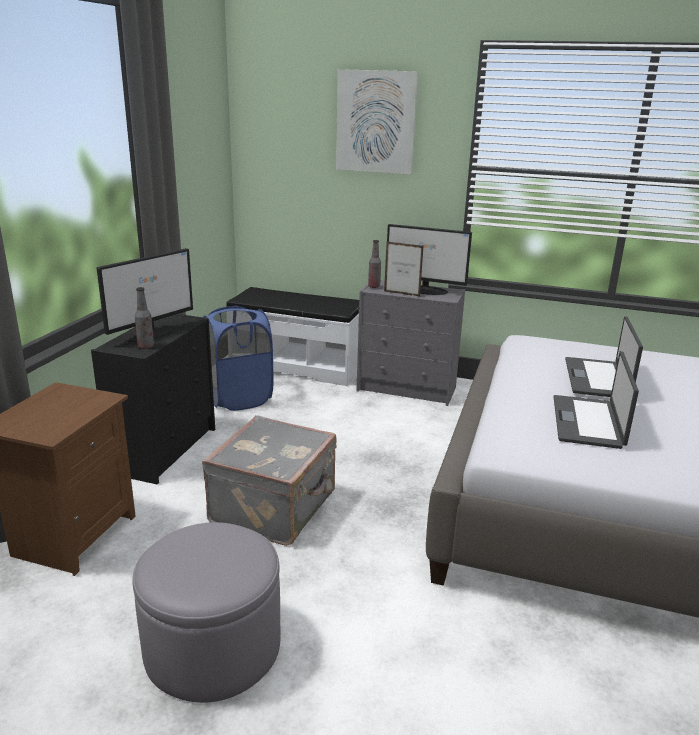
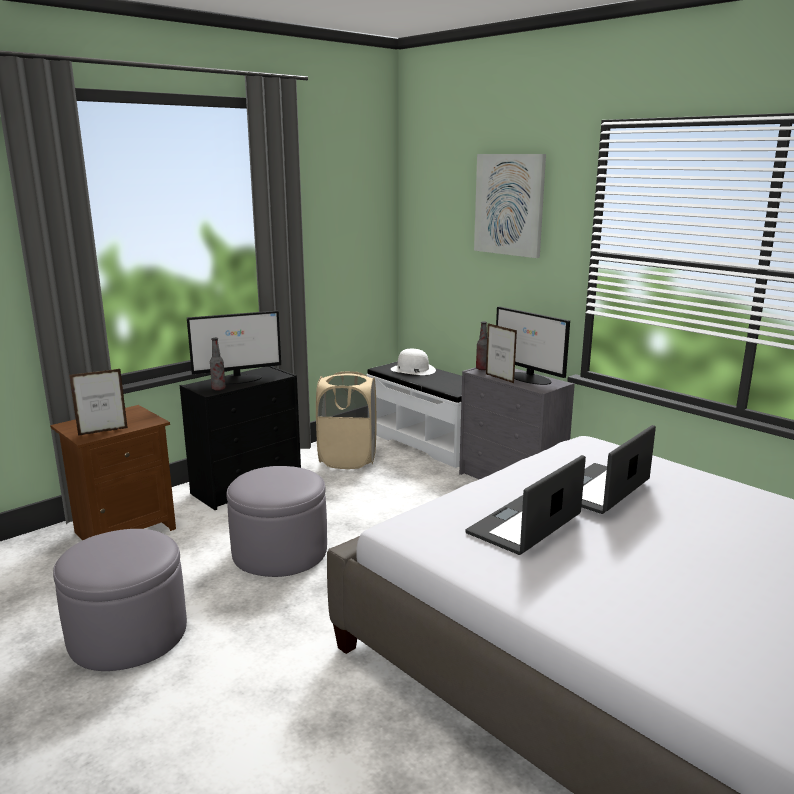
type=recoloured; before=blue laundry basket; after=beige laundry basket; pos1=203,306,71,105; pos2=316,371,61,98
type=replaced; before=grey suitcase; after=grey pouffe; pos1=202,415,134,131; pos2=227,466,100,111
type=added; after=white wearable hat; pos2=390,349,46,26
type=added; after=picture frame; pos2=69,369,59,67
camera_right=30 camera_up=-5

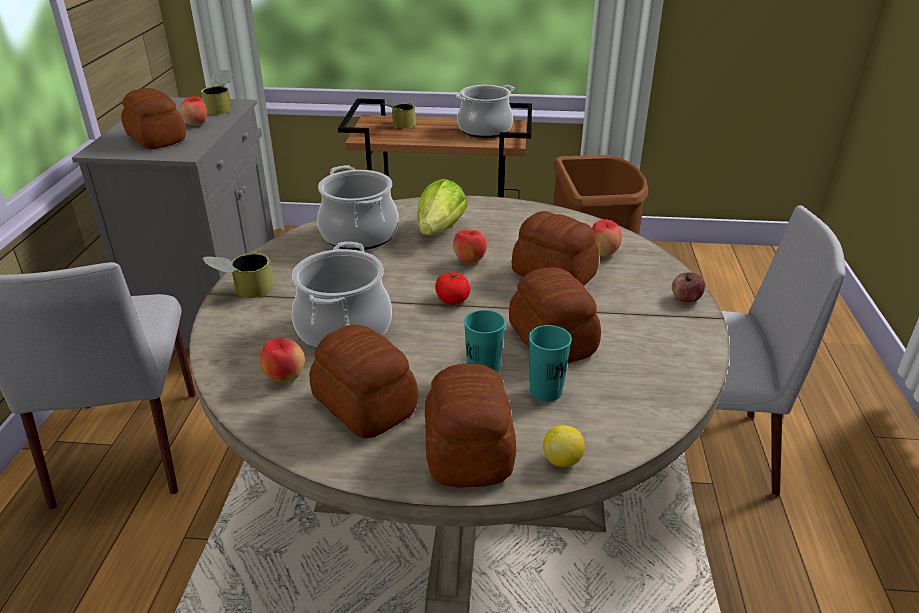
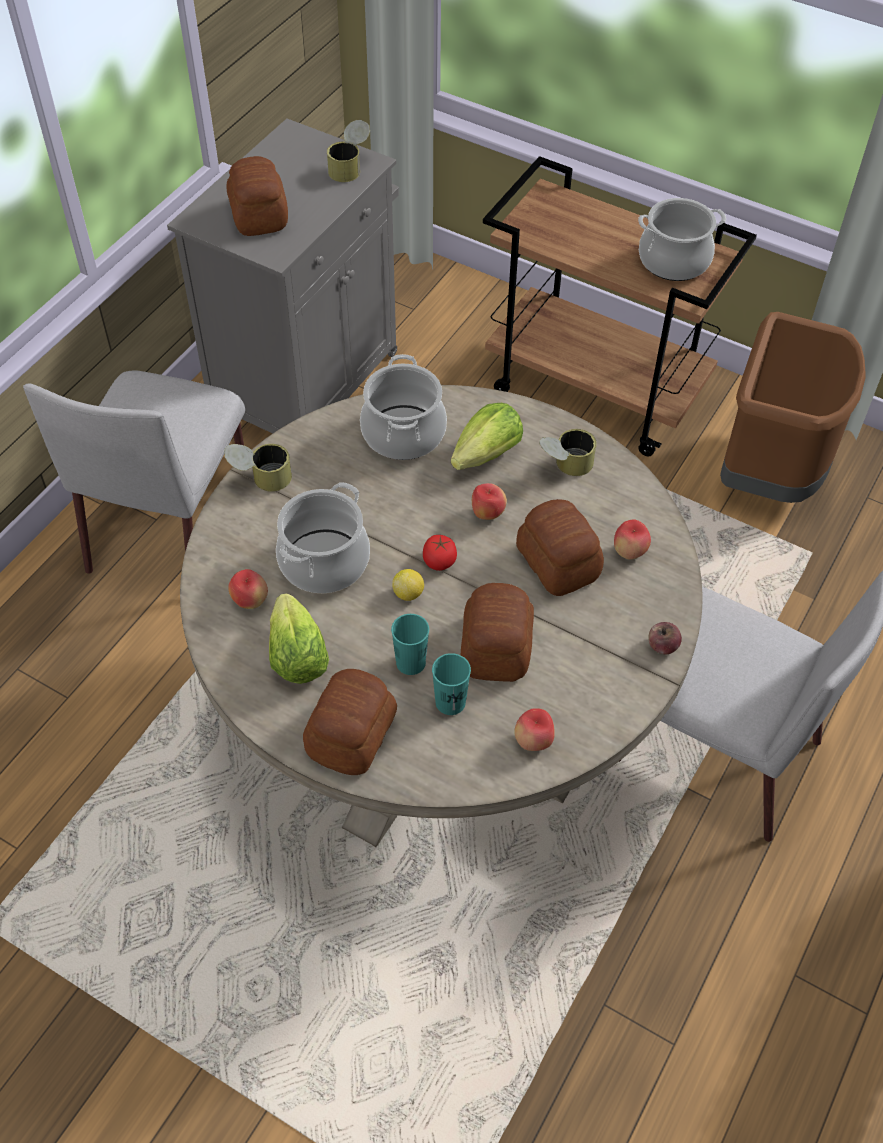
type=moved; before=whole apple; pos1=180,97,27,29; pos2=514,708,41,43
type=moved; before=can; pos1=384,103,32,25; pos2=539,429,58,47
type=replaced; before=bakery bread; after=lettuce; pos1=309,325,109,113; pos2=269,593,60,91
type=moved; before=citrus fruit; pos1=543,425,42,42; pos2=392,569,32,32
camera_right=25 camera_up=20

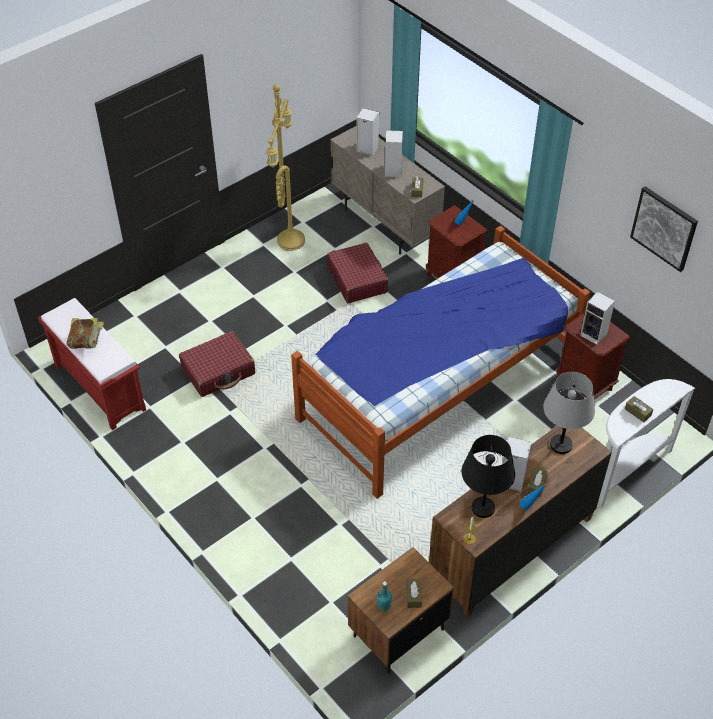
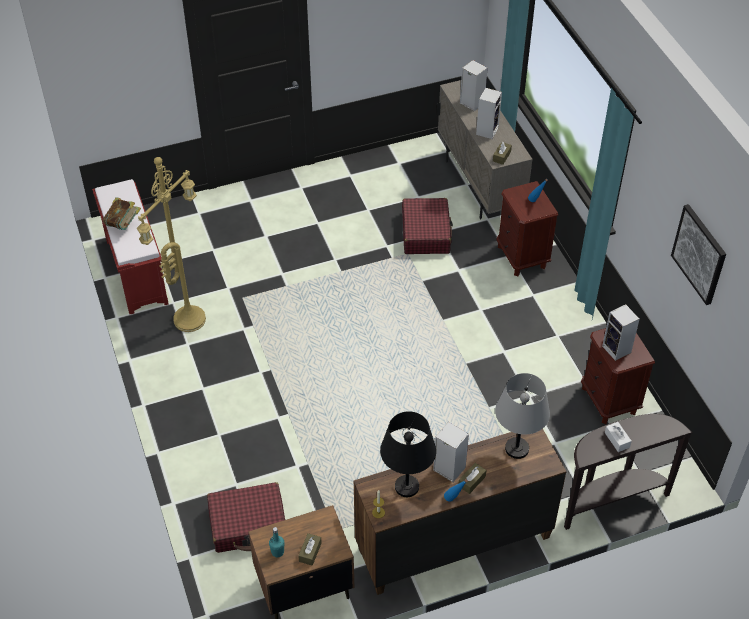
type=moved; before=yellow-coloured floor lamp; pos1=266,84,39,167; pos2=137,157,69,175
type=removed; before=bed; pos1=291,226,300,273
type=moved; before=reddish suitcase; pos1=179,331,76,66; pos2=207,482,78,71
type=recoloured; before=white narrow table; after=brown-coloured narrow table; pos1=598,379,97,128; pos2=564,414,129,116
type=recoloured; before=brown-coloured tissue box; after=white tissue box; pos1=625,396,28,26; pos2=605,422,27,30
camera_right=20 camera_up=0

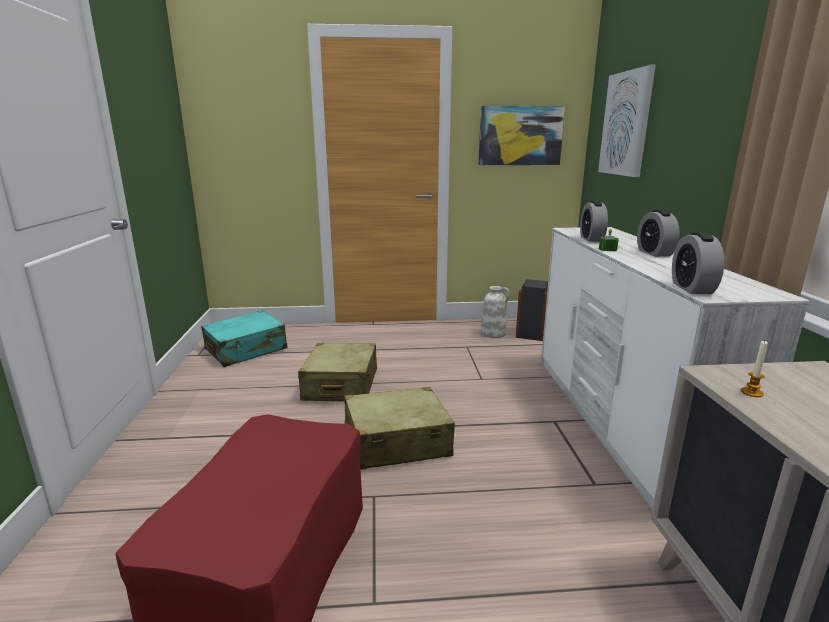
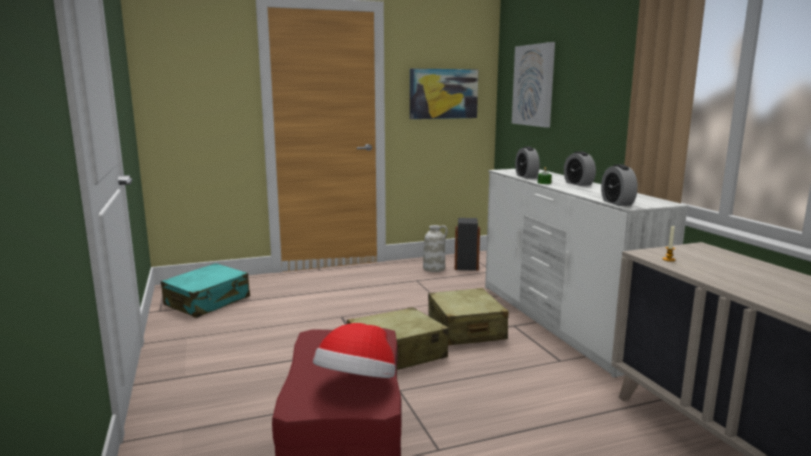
type=moved; before=beige suitcase; pos1=298,343,79,58; pos2=428,288,81,57
type=added; after=wearable hat; pos2=313,323,82,55
camera_right=-15 camera_up=-5

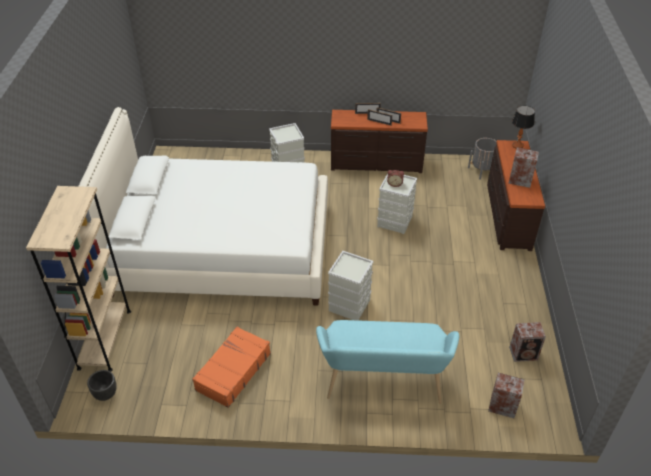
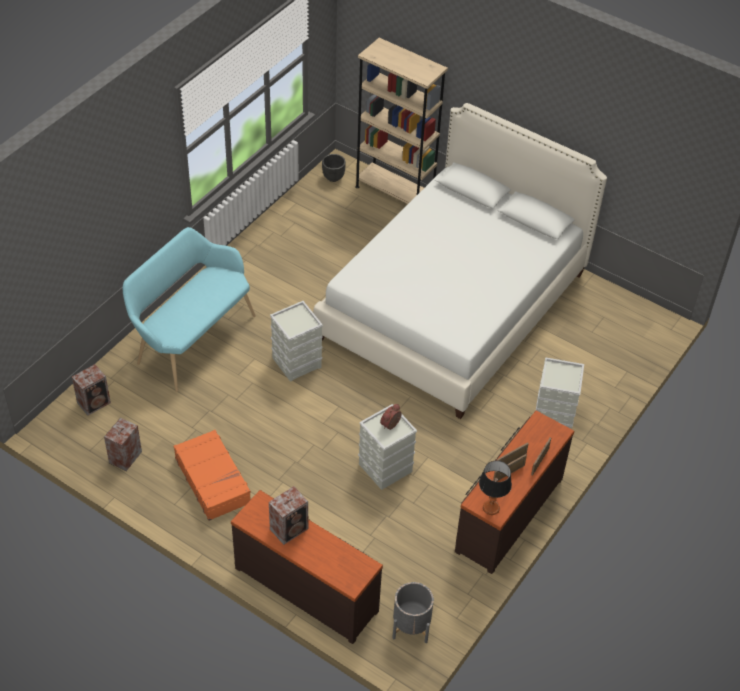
type=moved; before=lamp for a table; pos1=512,105,23,44; pos2=479,461,33,54
type=moved; before=orange suitcase; pos1=193,327,78,81; pos2=173,430,78,91
camera_right=120 camera_up=5

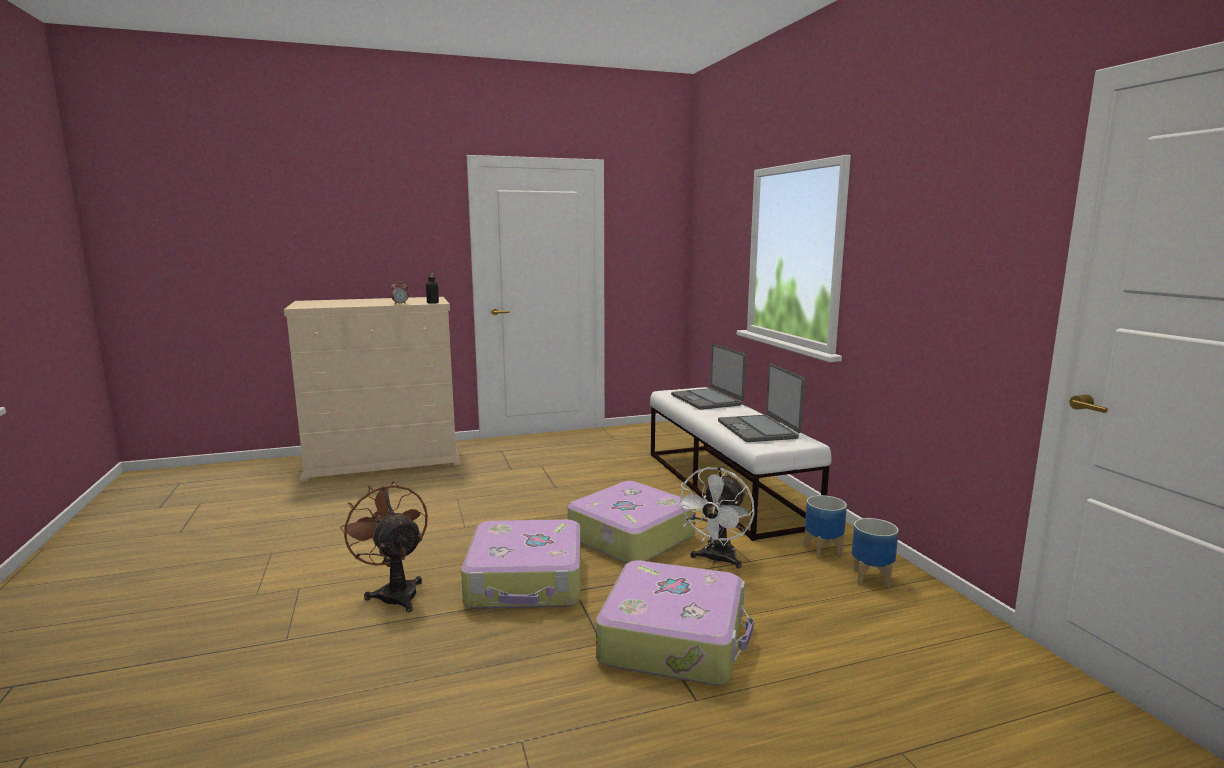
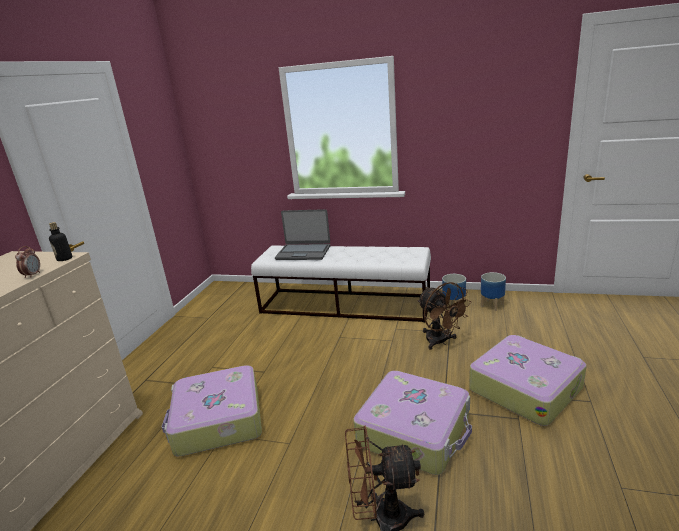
type=removed; before=laptop; pos1=718,363,87,79
type=recoloured; before=white cooling fan; after=brown-coloured cooling fan; pos1=675,467,80,102; pos2=417,282,55,68
type=moved; before=suitcase; pos1=567,481,129,83; pos2=162,365,100,92
camera_right=-55 camera_up=10

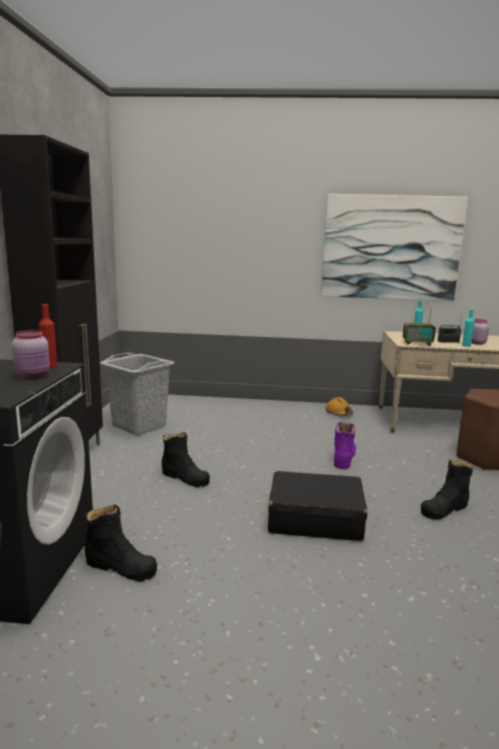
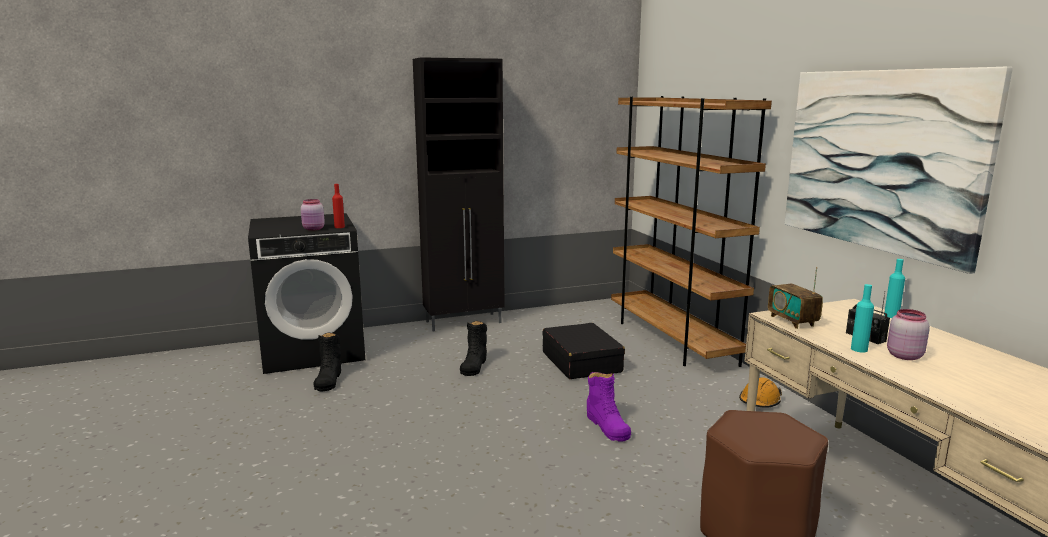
type=removed; before=grey laundry basket; pos1=100,352,74,83
type=turned; before=purplish boot; pos1=334,422,22,47; pos2=587,372,44,70; turn=75
type=removed; before=black boot; pos1=421,460,52,60
type=moved; before=black suitcase; pos1=268,471,99,70; pos2=542,323,83,56
type=added; after=brown-coloured bookcase; pos2=611,96,161,271
camera_right=65 camera_up=0

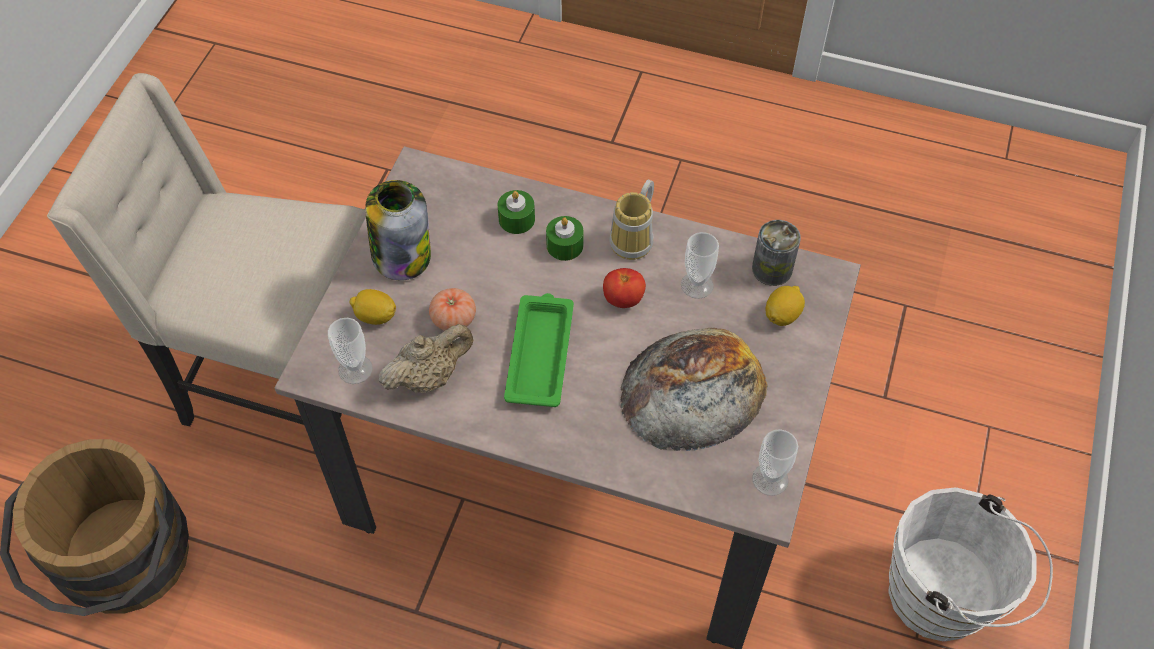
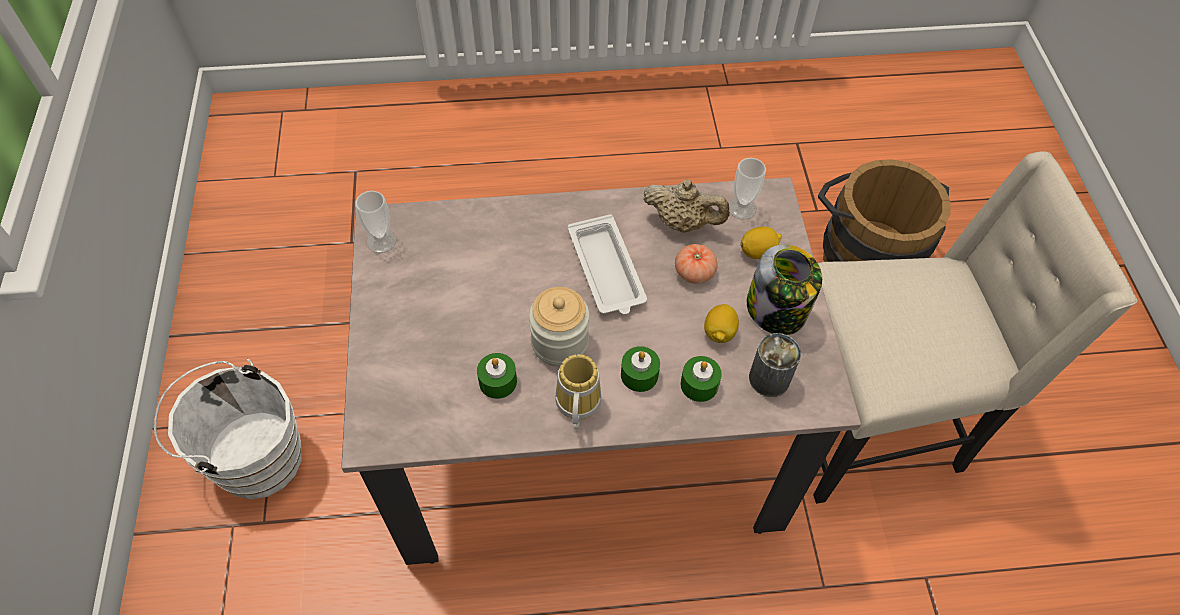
type=moved; before=can; pos1=752,220,49,66; pos2=749,333,52,64
type=replaced; before=drinking cup; after=green-coloured wax candle; pos1=681,232,38,67; pos2=477,353,40,46
type=replaced; before=fresh tomato; after=jar; pos1=603,268,43,40; pos2=529,287,61,80
type=moved; before=citrus fruit; pos1=765,286,40,40; pos2=704,304,35,39
type=recoloured; before=green-coloured serving tray; after=white serving tray; pos1=504,293,70,114; pos2=568,214,79,101
type=turned; before=beige pot for tea; pos1=379,324,94,69; pos2=643,179,87,54; turn=-105
type=removed; before=bakery bread; pos1=620,328,147,123
camera_right=155 camera_up=0

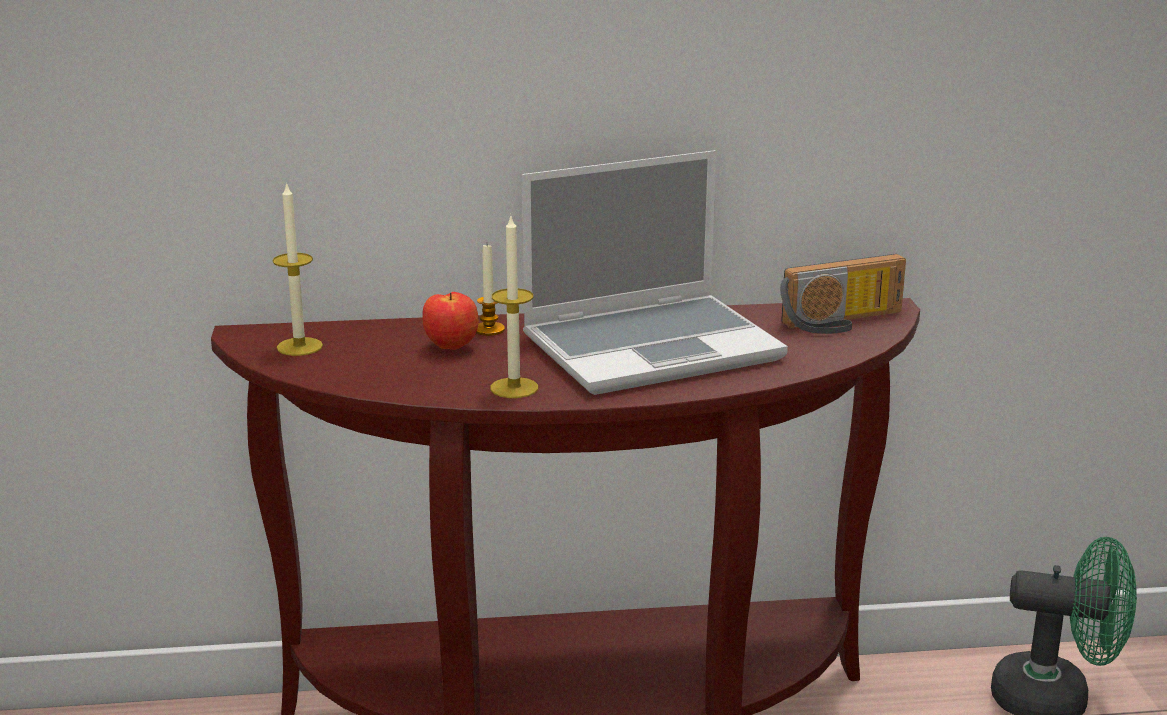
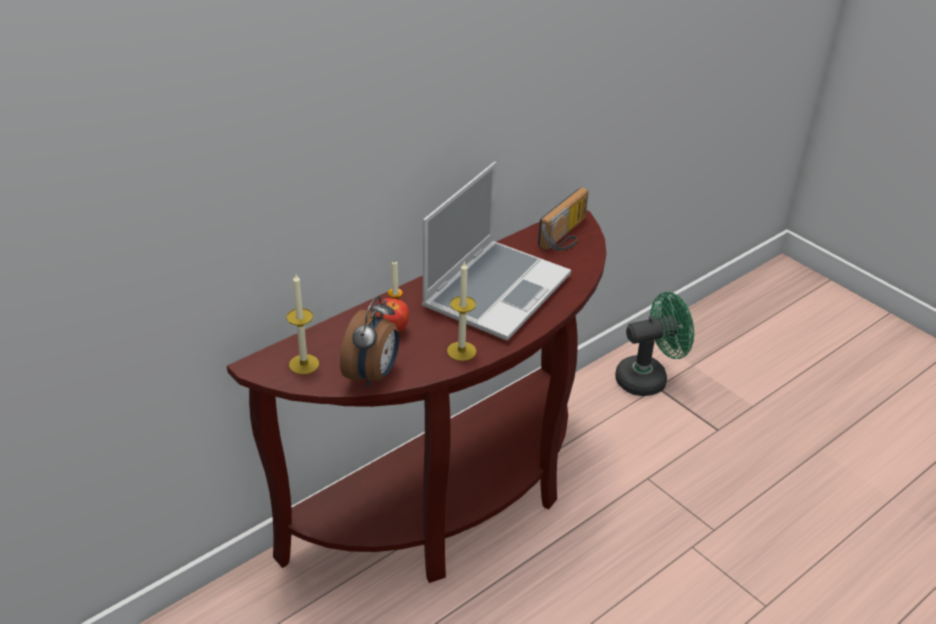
type=added; after=table clock; pos2=340,296,59,91
camera_right=-35 camera_up=15

